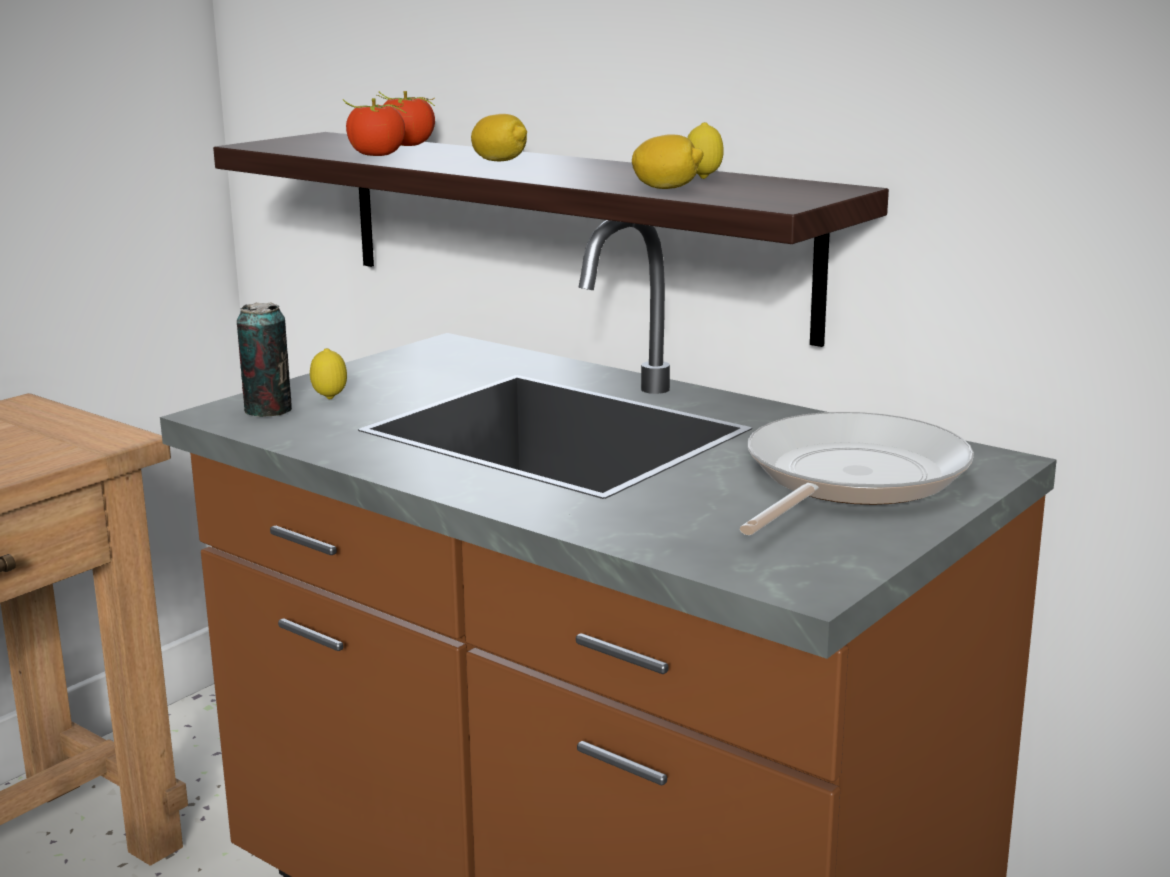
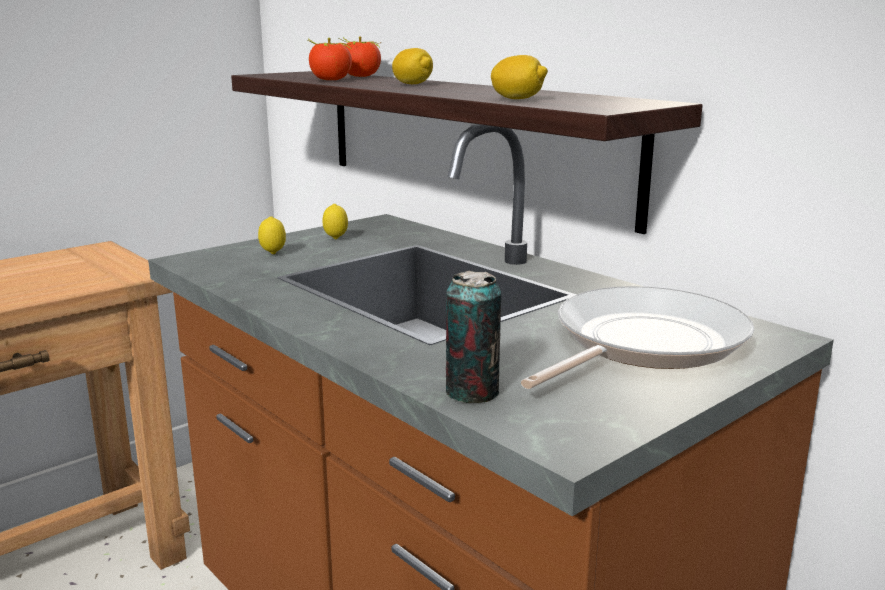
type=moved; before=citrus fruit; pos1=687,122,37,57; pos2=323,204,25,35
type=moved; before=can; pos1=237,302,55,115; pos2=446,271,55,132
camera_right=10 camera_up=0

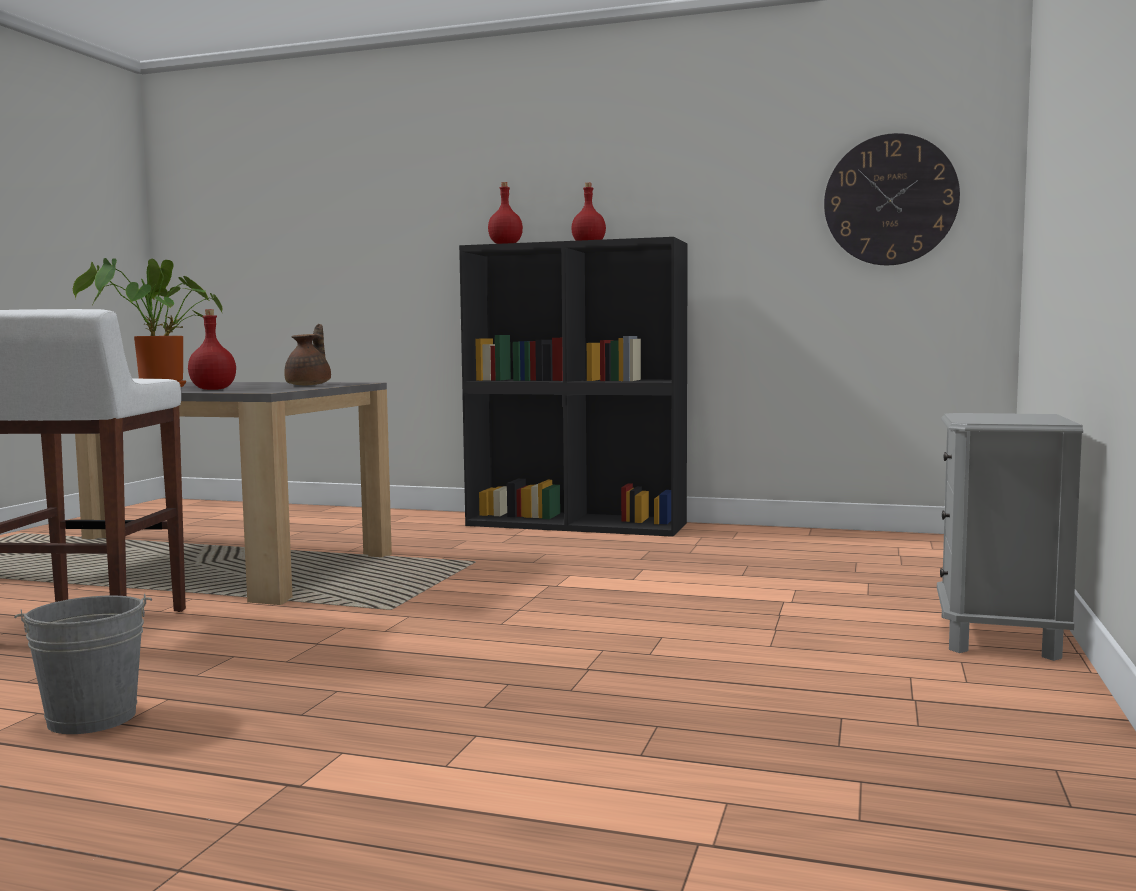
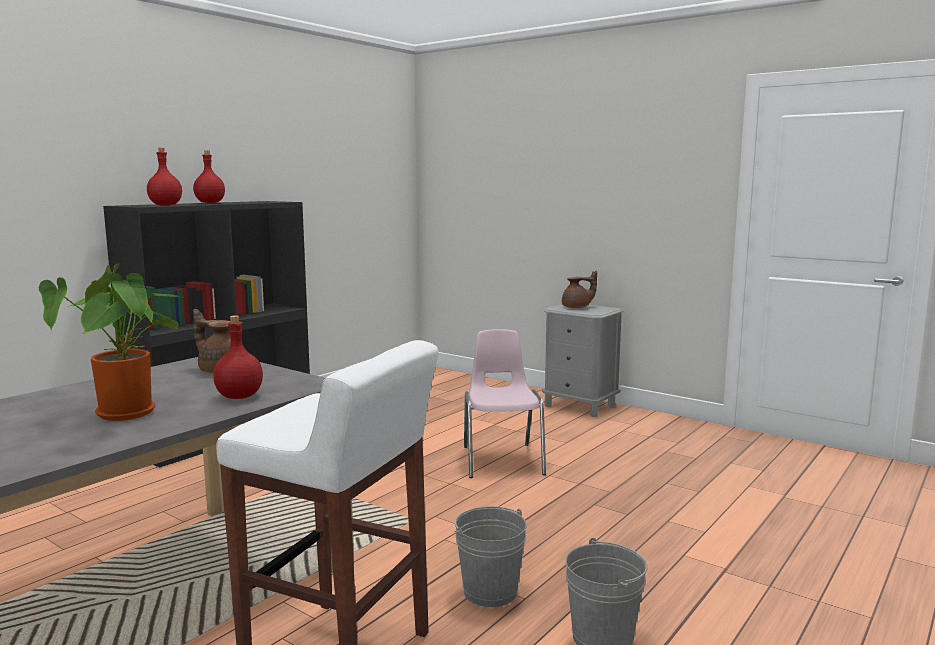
type=removed; before=hanging clock; pos1=824,133,136,132
type=added; after=brown-coloured pot for tea; pos2=562,271,35,37
type=added; after=pinkish plain chair; pos2=464,329,82,149
type=added; after=grey bucket; pos2=454,506,73,101
camera_right=-70 camera_up=5

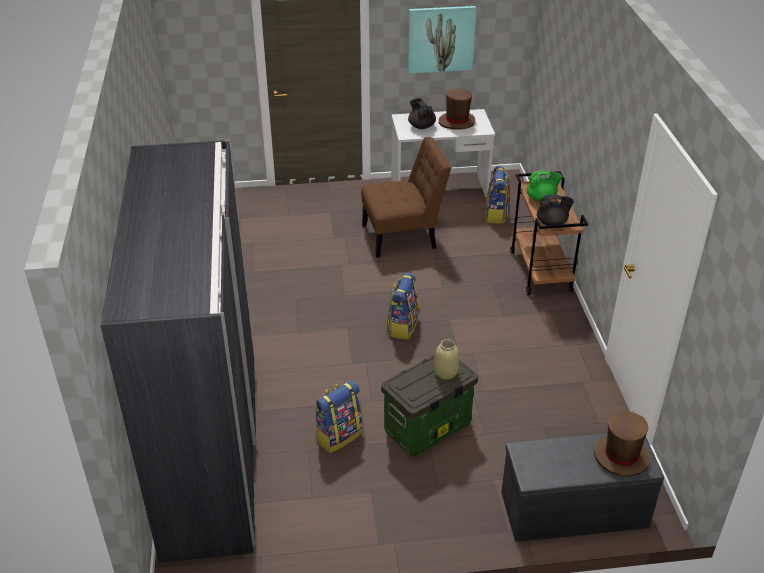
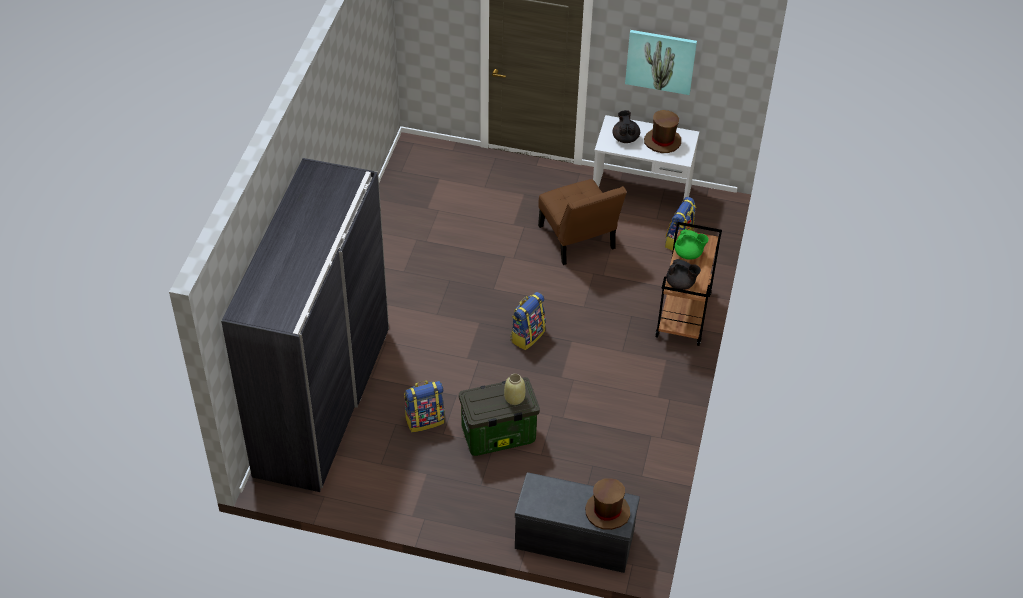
type=turned; before=brown-coloured plain chair; pos1=361,137,90,121; pos2=538,179,89,86; turn=60
camera_right=20 camera_up=10

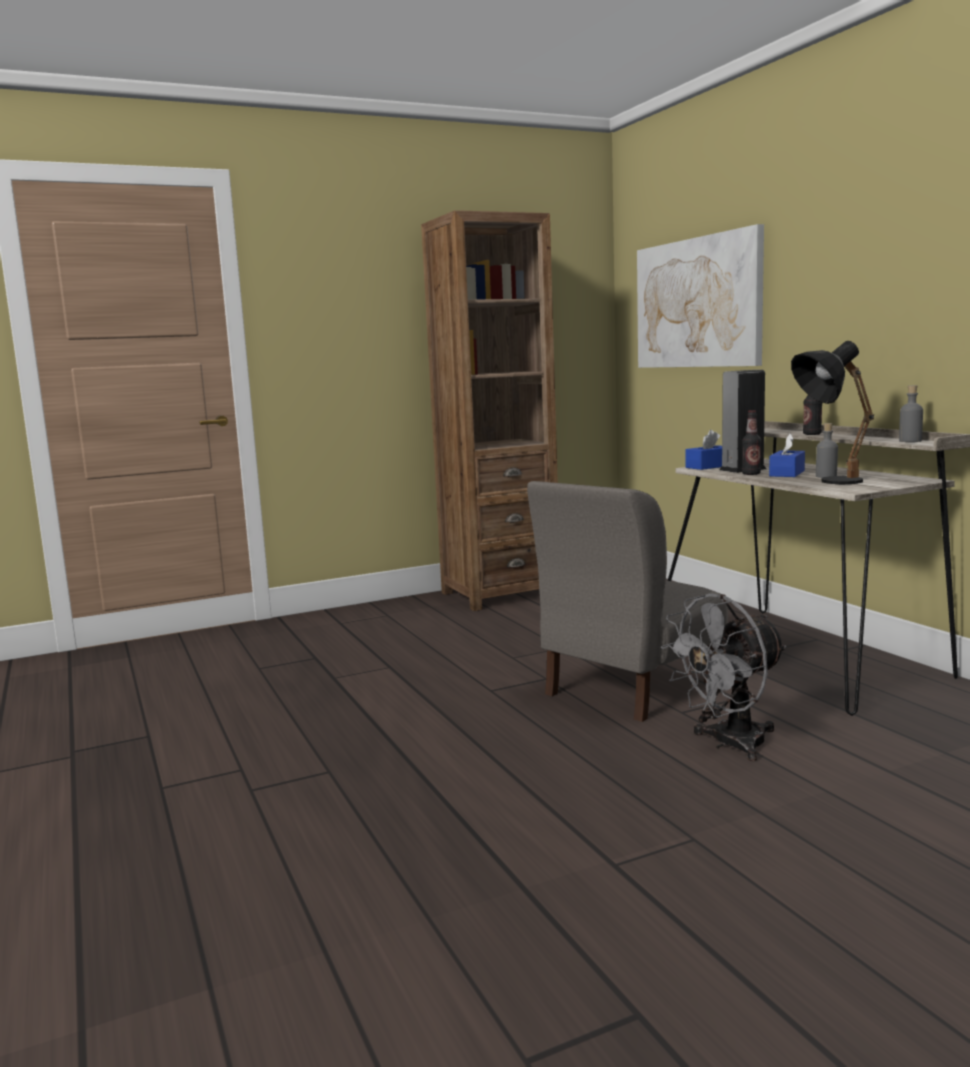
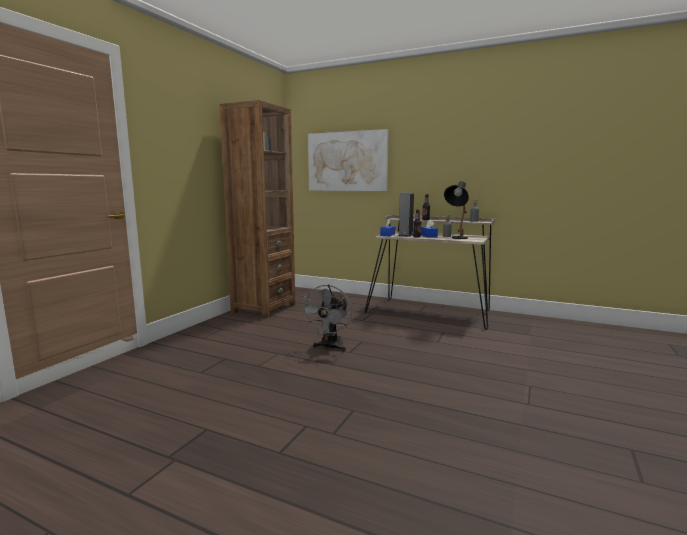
type=removed; before=grey plain chair; pos1=527,481,201,241
type=moved; before=grey cooling fan; pos1=661,593,126,168; pos2=301,285,51,67
camera_right=-40 camera_up=0

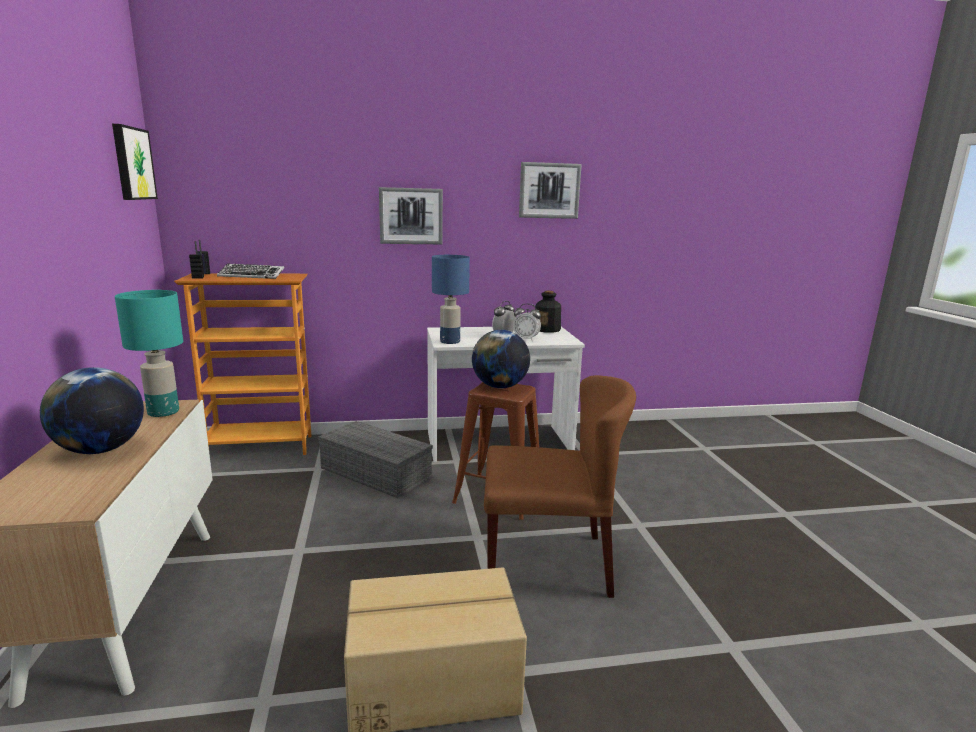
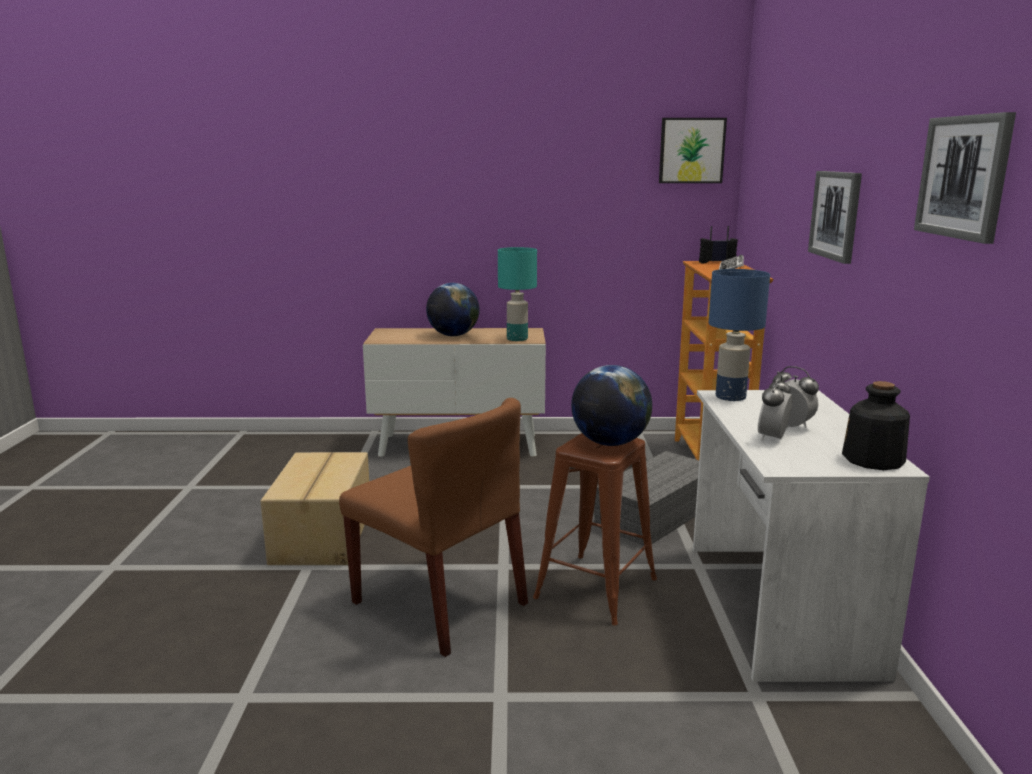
type=turned; before=brown-coloured plain chair; pos1=484,375,152,223; pos2=339,398,189,259; turn=-60
camera_right=100 camera_up=0

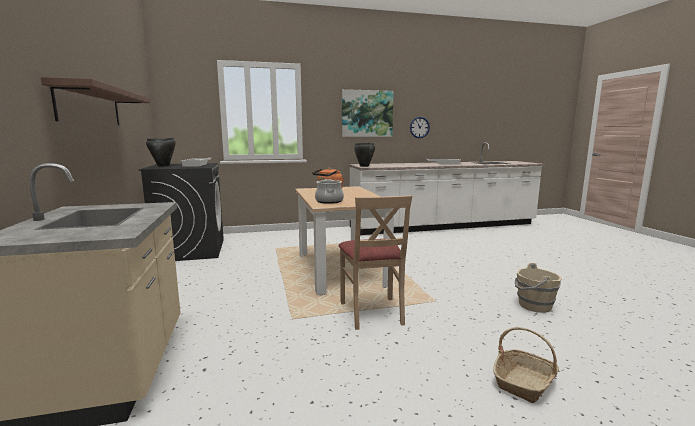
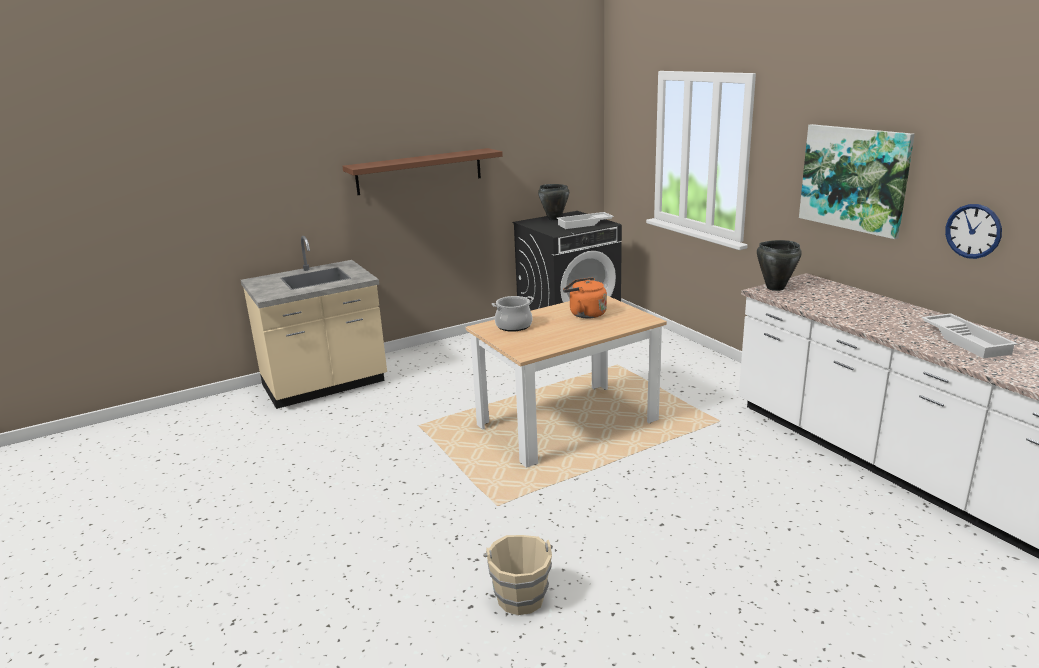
type=removed; before=beige plain chair; pos1=338,195,74,135
type=removed; before=household basket; pos1=493,327,66,76
camera_right=75 camera_up=10

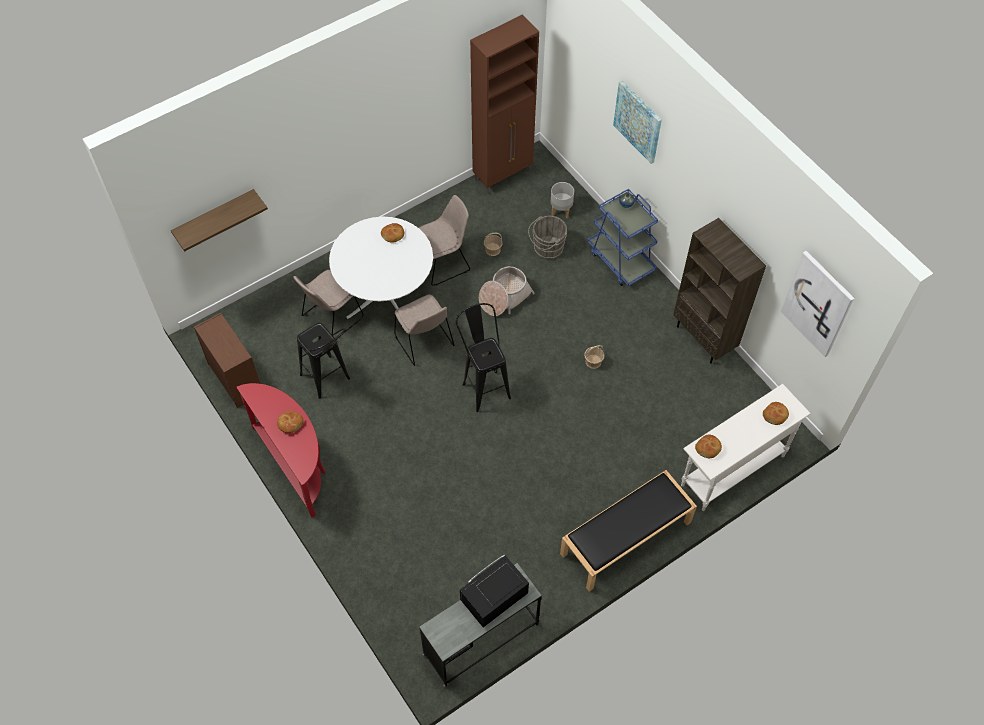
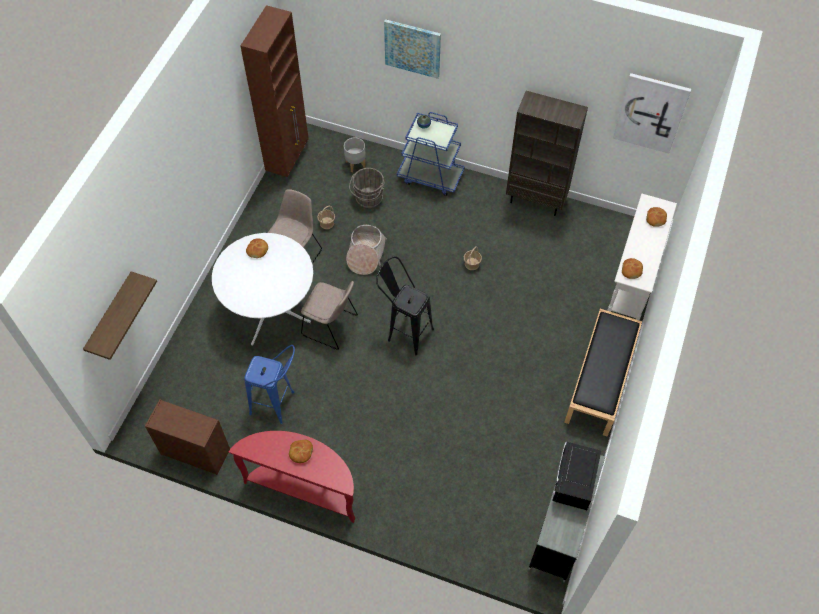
type=removed; before=beige plain chair; pos1=294,270,70,70
type=recoloured; before=black stool seat; after=blue stool seat; pos1=297,323,53,76; pos2=244,345,51,79
camera_right=-35 camera_up=0

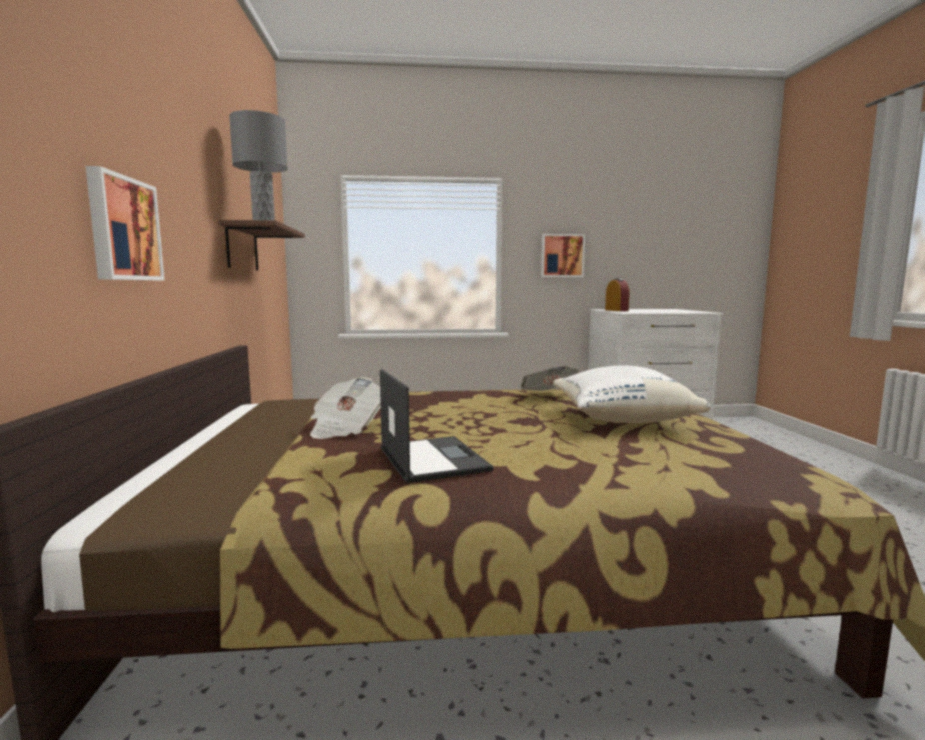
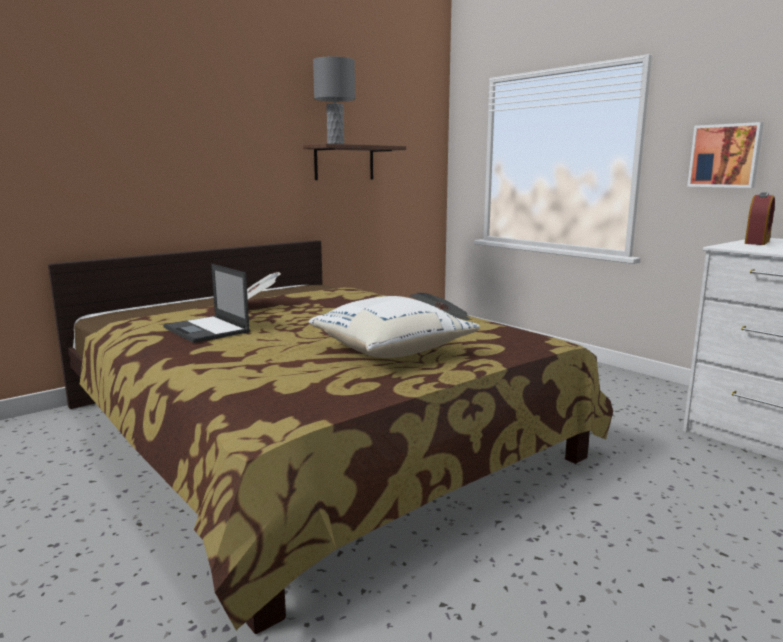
type=removed; before=wall picture; pos1=85,166,80,115
type=turned; before=laptop; pos1=380,369,114,114; pos2=163,264,87,79; turn=105
camera_right=55 camera_up=5

